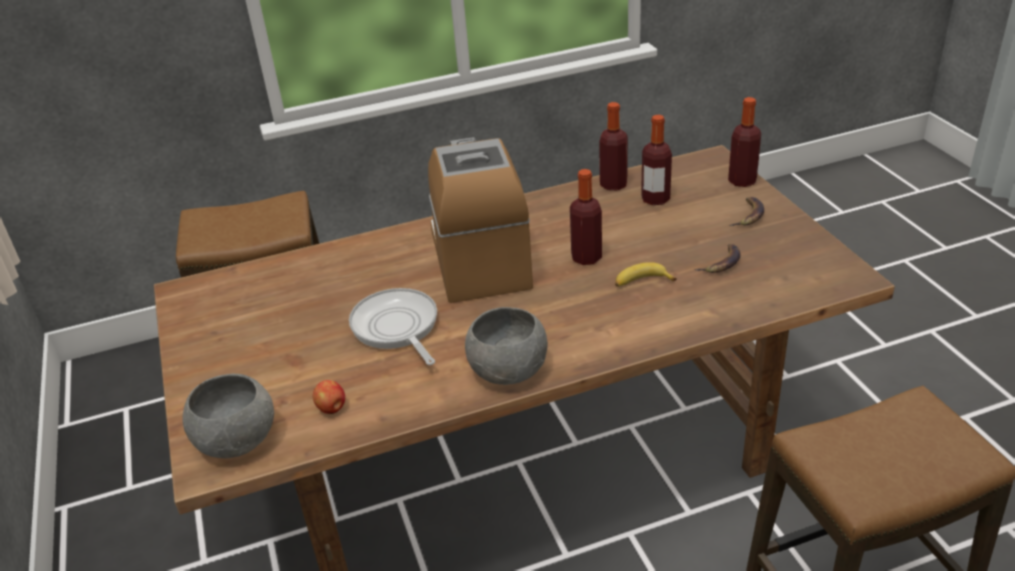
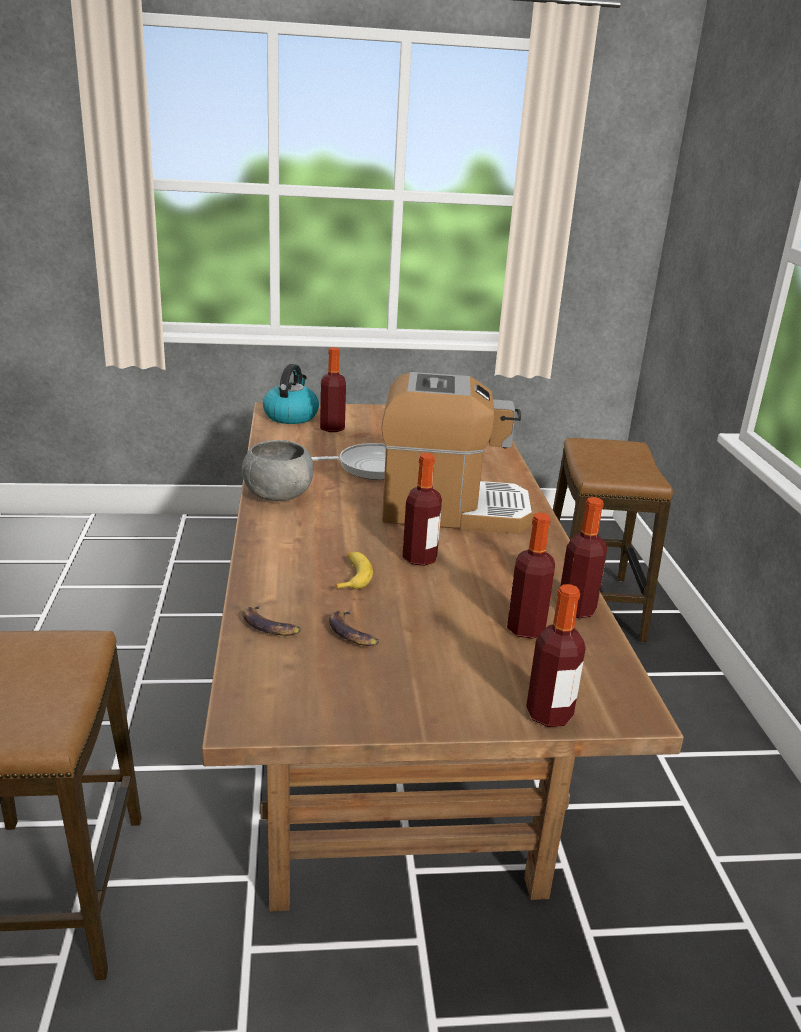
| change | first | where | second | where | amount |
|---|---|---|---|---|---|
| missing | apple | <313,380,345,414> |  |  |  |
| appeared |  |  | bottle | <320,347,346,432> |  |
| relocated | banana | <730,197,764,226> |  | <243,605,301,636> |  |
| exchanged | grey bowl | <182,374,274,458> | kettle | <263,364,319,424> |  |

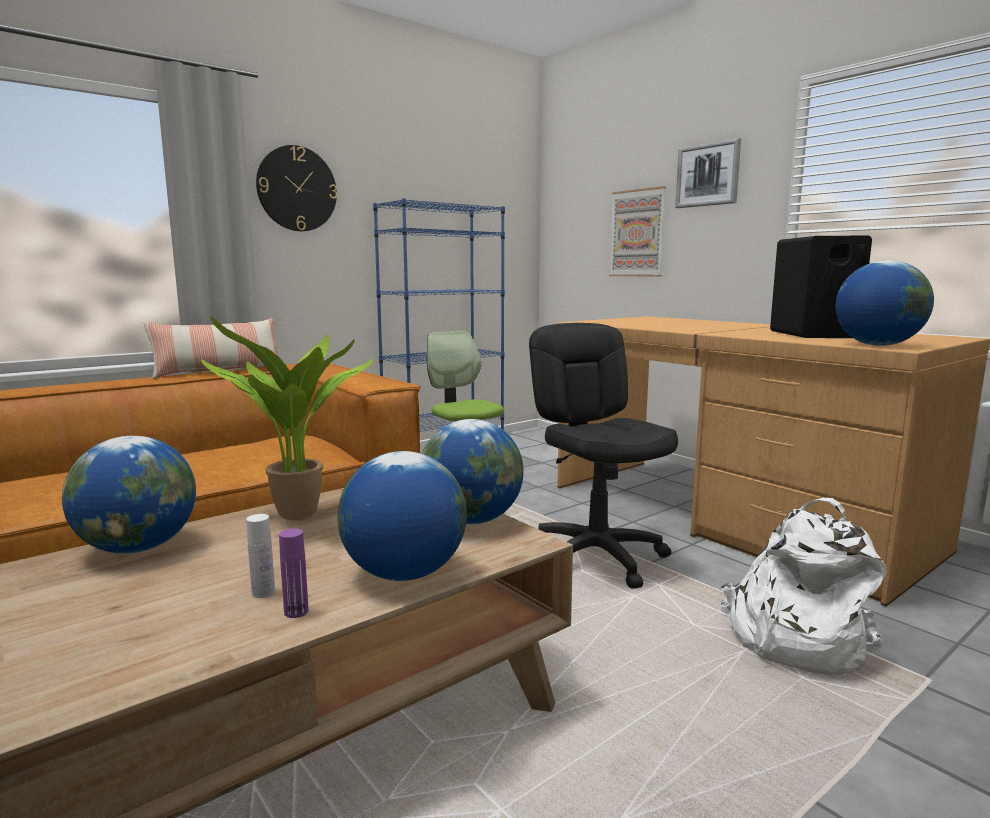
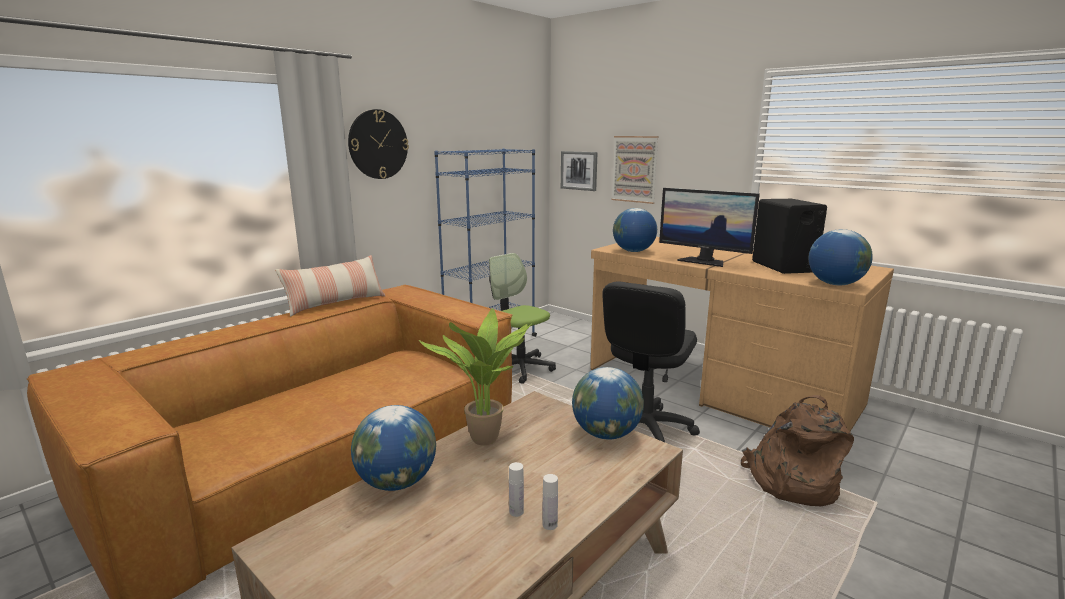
| change | first | where | second | where | amount |
|---|---|---|---|---|---|
| appeared |  |  | monitor | <659,188,760,267> |  |
| relocated | globe | <337,451,467,581> |  | <613,208,657,252> |  |
| relocated | picture | <675,138,741,208> |  | <561,151,597,191> |  |
| colour | purple bottle | <279,528,309,618> | white bottle | <543,474,558,530> |  |
| colour | white backpack | <721,498,887,675> | brown backpack | <741,395,854,506> |  |
| spun | black office chair | <529,323,678,589> |  | <602,282,700,442> | 120 degrees counterclockwise |

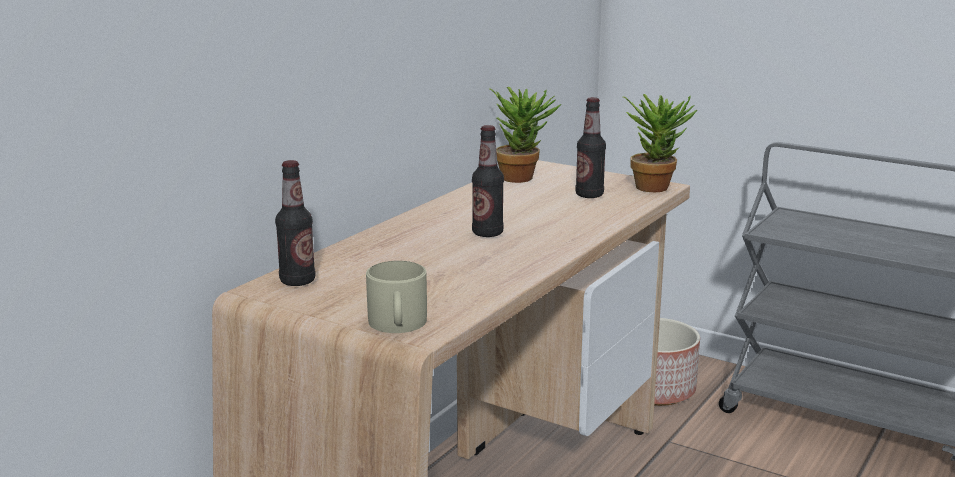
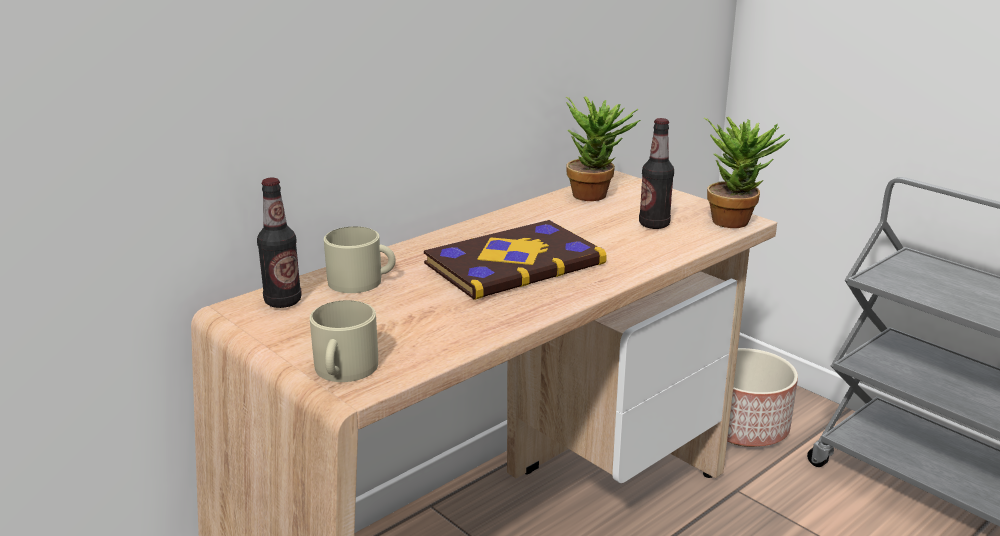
| change | first | where | second | where | amount |
|---|---|---|---|---|---|
| appeared |  |  | beige mug | <324,226,396,293> |  |
| exchanged | bottle | <472,125,504,237> | book | <424,220,607,300> |  |

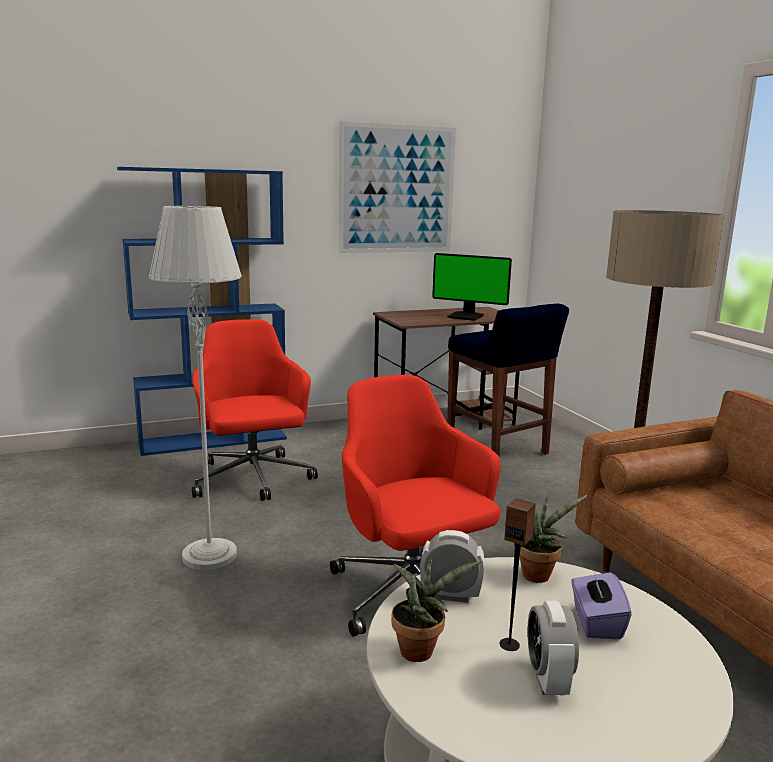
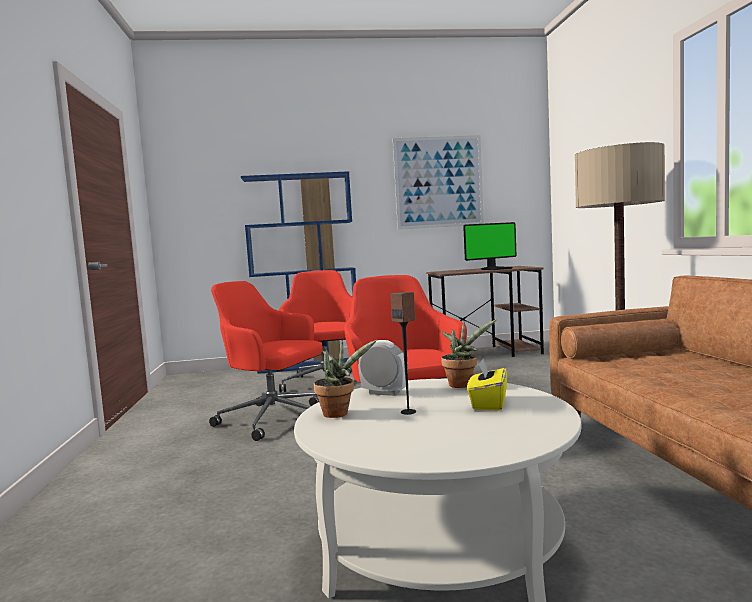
| change | first | where | second | where | amount |
|---|---|---|---|---|---|
| missing | blue stool | <447,304,569,456> |  |  |  |
| missing | alarm clock | <528,601,579,695> |  |  |  |
| exchanged | grey floor lamp | <149,206,242,570> | red office chair | <209,281,323,441> |  |
| colour | purple tissue box | <571,569,632,640> | yellow tissue box | <467,359,507,411> |  |
| spun | monitor | <432,253,512,321> |  | <463,222,517,270> | 60 degrees counterclockwise |

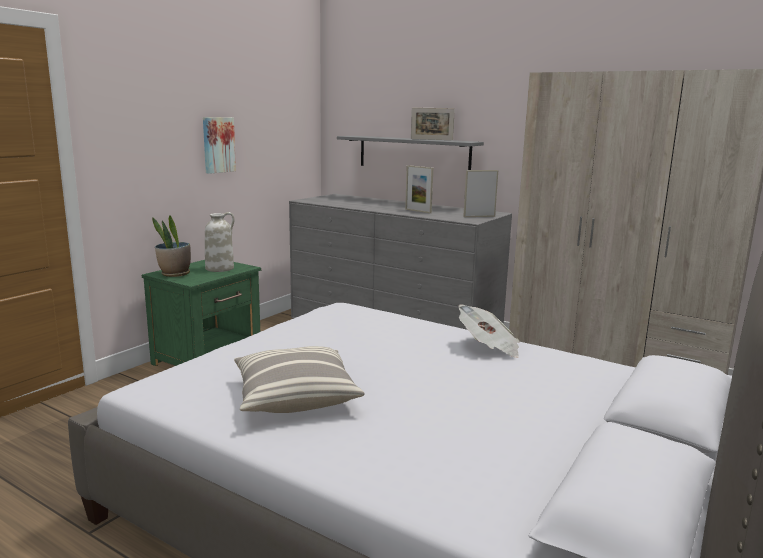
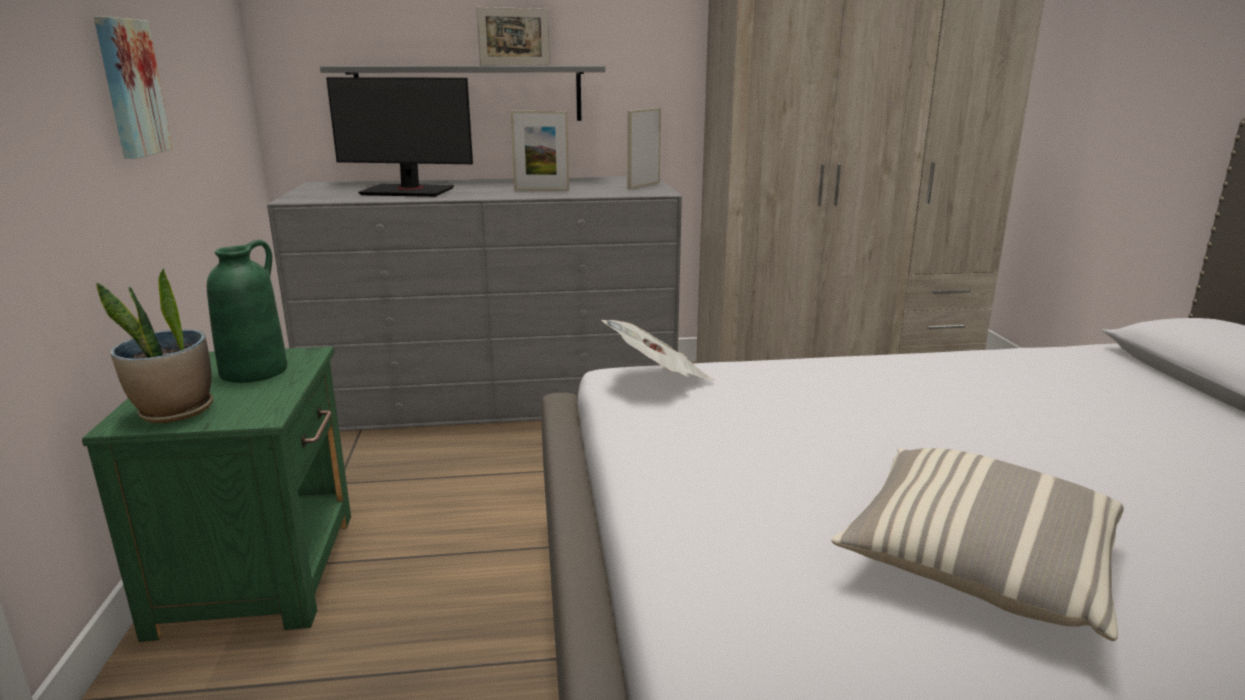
| change | first | where | second | where | amount |
|---|---|---|---|---|---|
| appeared |  |  | monitor | <326,77,473,197> |  |
| relocated | newspaper | <458,304,520,358> |  | <601,320,715,380> |  |
| colour | white vase | <205,212,235,272> | green vase | <207,240,287,383> |  |

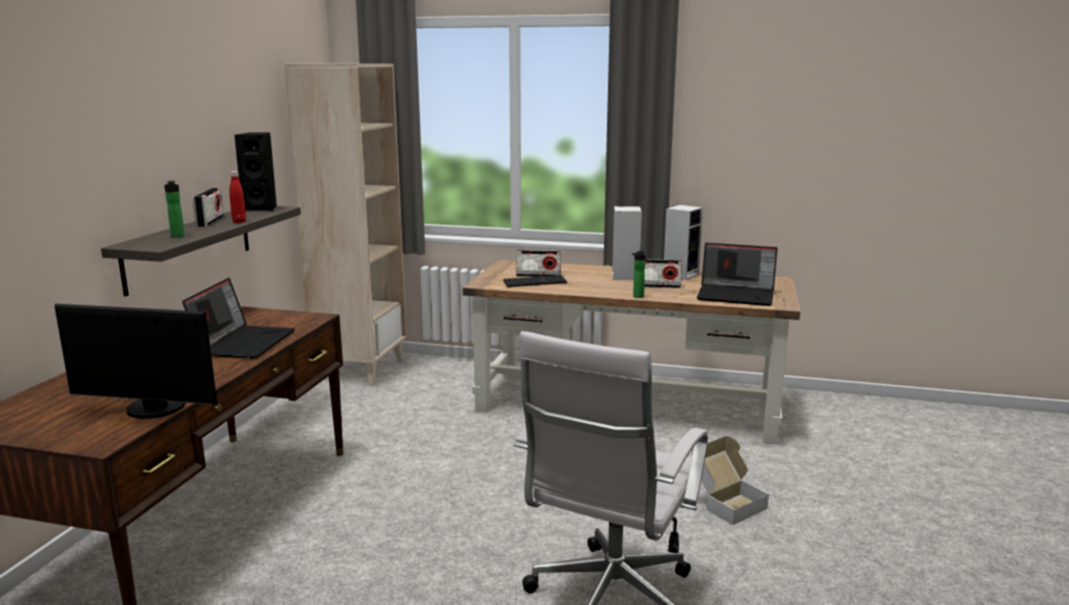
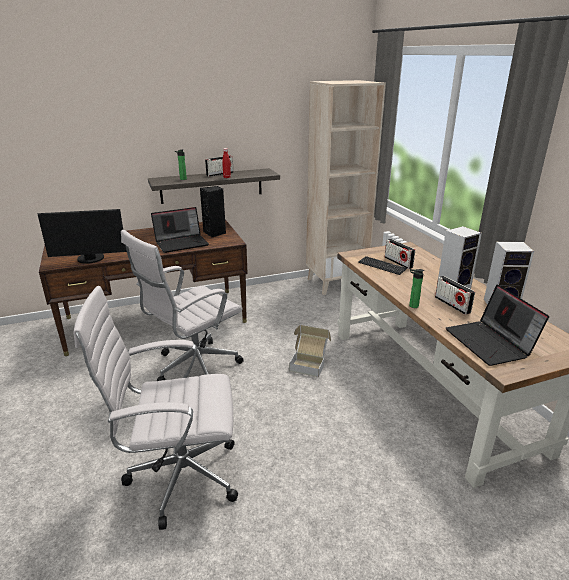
| change | first | where | second | where | amount |
|---|---|---|---|---|---|
| appeared |  |  | white office chair | <121,230,244,381> |  |
| relocated | black speaker | <234,132,277,211> |  | <200,186,226,238> |  |
| relocated | cardboard box | <692,436,769,525> |  | <289,325,331,377> |  |
| spun | monitor | <54,304,217,419> |  | <37,209,127,264> | 75 degrees counterclockwise |

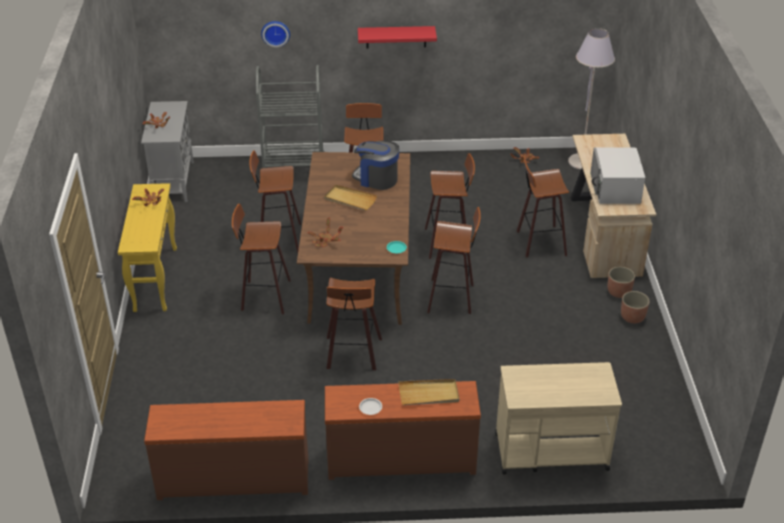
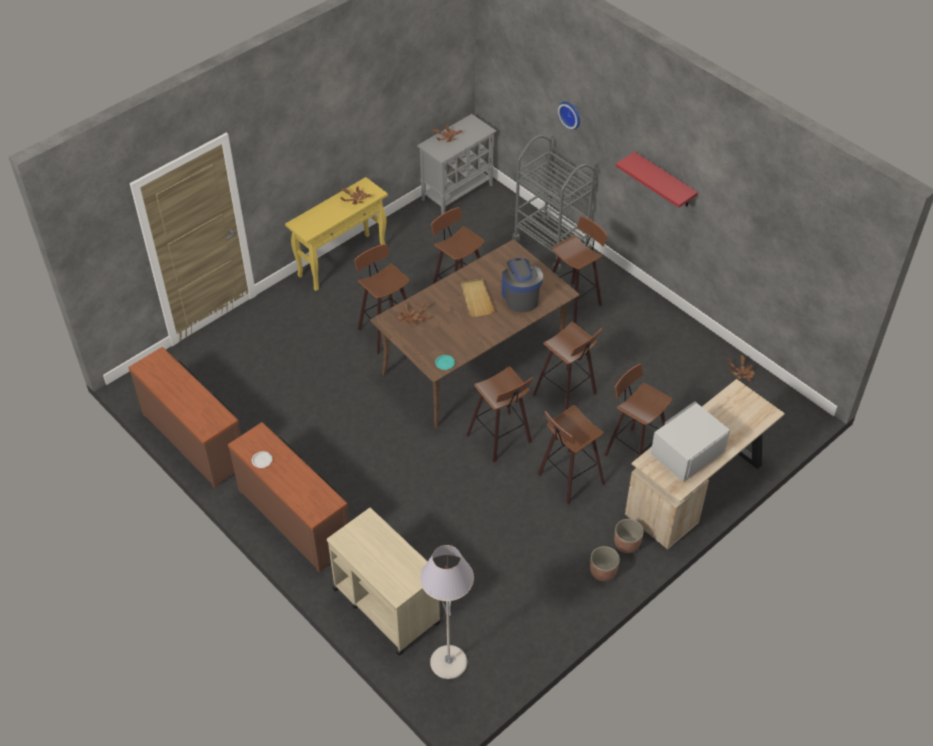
| change | first | where | second | where | amount |
|---|---|---|---|---|---|
| missing | beige tray | <399,379,460,405> |  |  |  |
| relocated | stool | <327,278,382,370> |  | <537,405,605,505> |  |
| relocated | grey floor lamp | <568,28,615,170> |  | <420,545,474,679> |  |

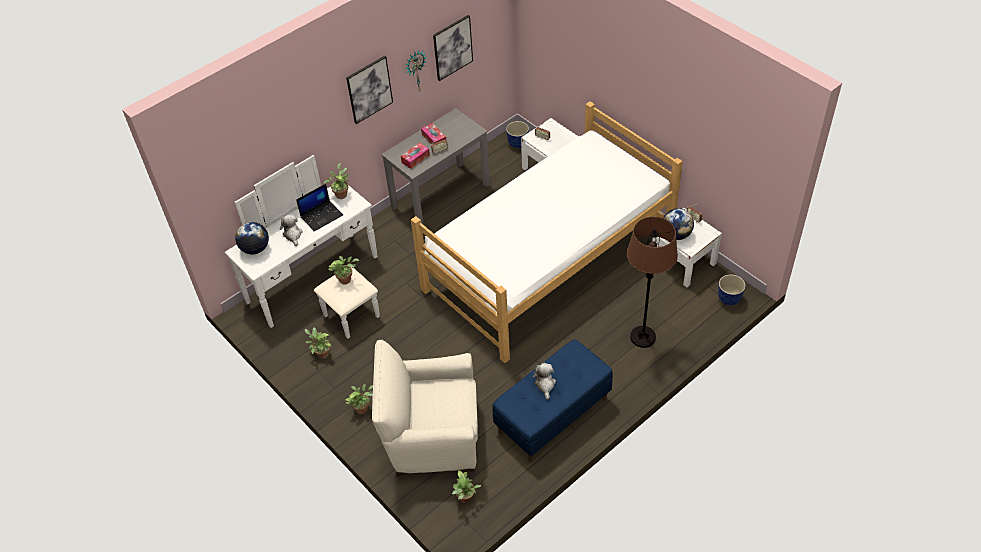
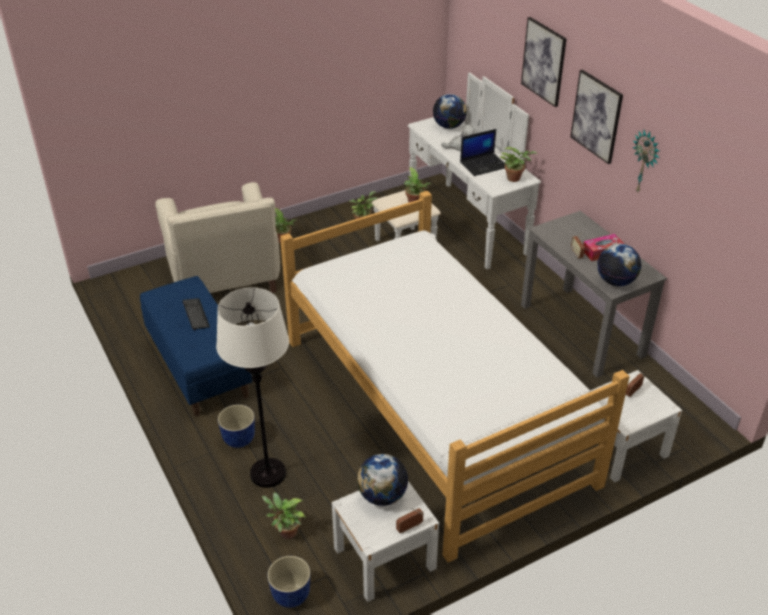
| change | first | where | second | where | amount |
|---|---|---|---|---|---|
| missing | tissue box | <401,143,430,169> |  |  |  |
| appeared |  |  | globe | <597,244,641,286> |  |
| relocated | picture | <433,15,473,81> |  | <521,17,567,107> |  |
| relocated | potted plant | <452,469,481,503> |  | <262,492,306,539> |  |
| relocated | planter | <506,121,529,148> |  | <218,405,255,448> |  |
| exchanged | plush toy | <533,363,556,400> | keyboard | <182,298,210,330> |  |
| colour | brown floor lamp | <627,217,678,348> | white floor lamp | <216,287,289,488> |  |
| spun | laptop | <296,184,343,231> |  | <460,129,505,176> | 90 degrees counterclockwise |
| spun | beige armchair | <372,339,478,477> |  | <155,182,280,293> | 150 degrees clockwise |

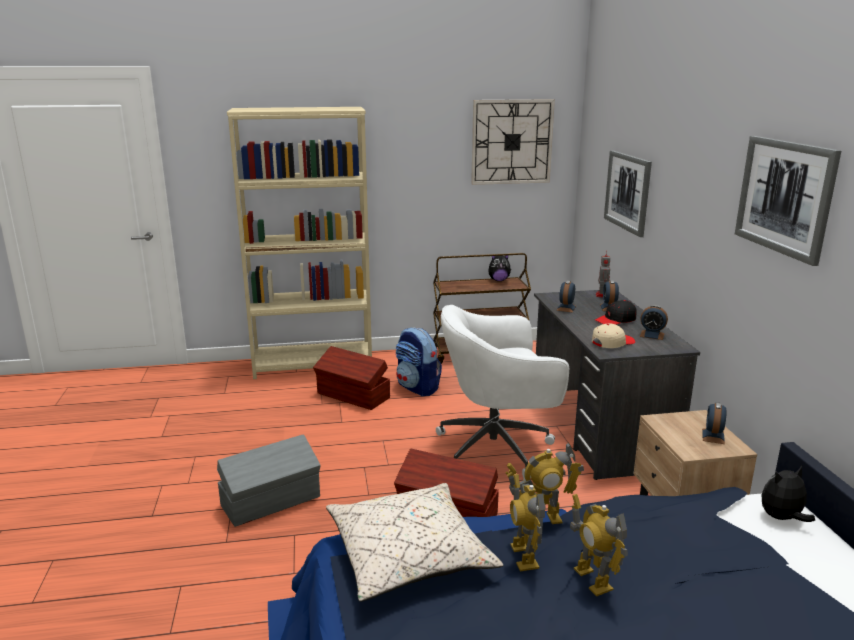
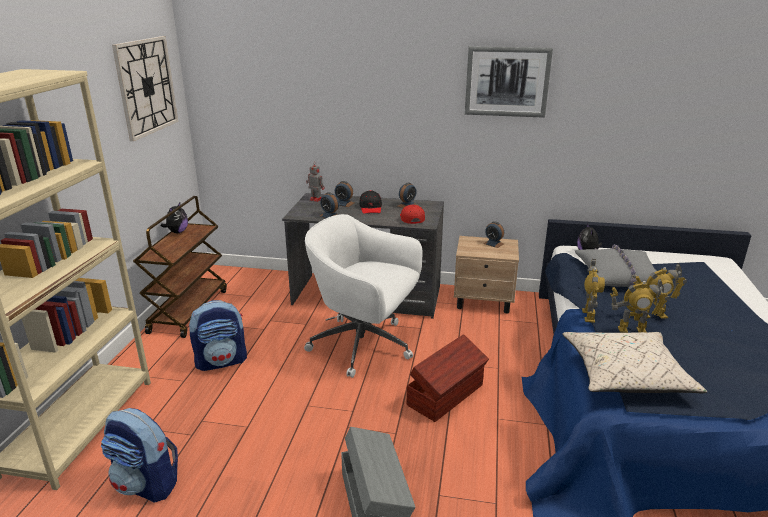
| change | first | where | second | where | amount |
|---|---|---|---|---|---|
| missing | brown storage box | <313,346,390,410> |  |  |  |
| missing | picture | <604,150,652,237> |  |  |  |
| appeared |  |  | backpack | <101,408,178,503> |  |
| appeared |  |  | grey pillow | <575,244,657,287> |  |
| colour | beige cap | <592,323,635,348> | red cap | <400,205,425,224> |  |
| spun | white office chair | <436,305,569,479> |  | <304,214,422,378> | 105 degrees clockwise |

